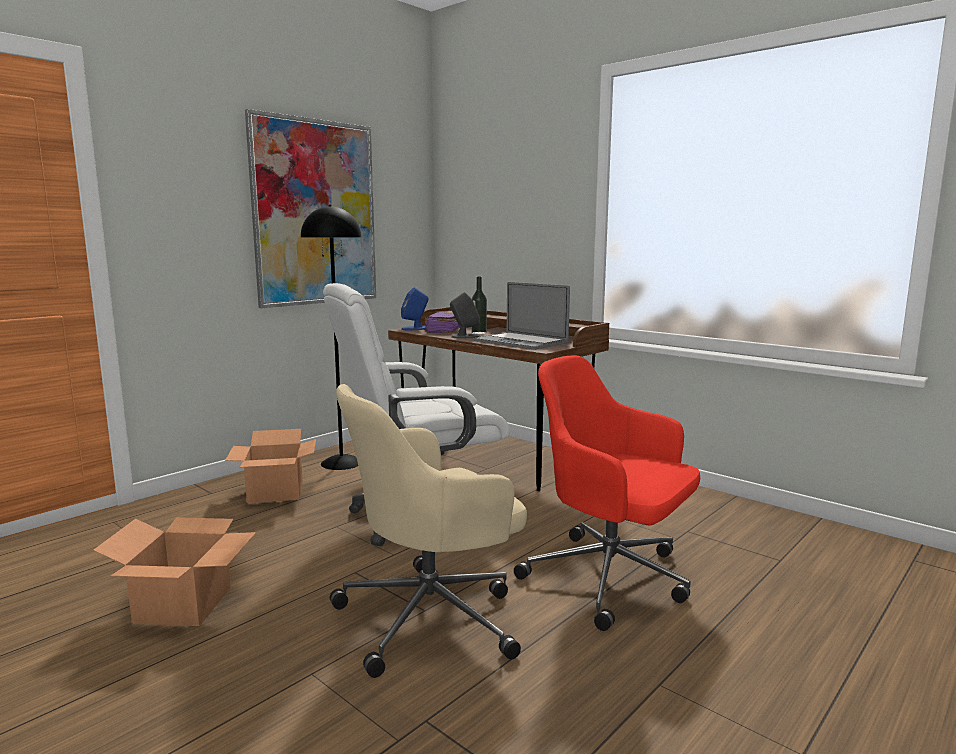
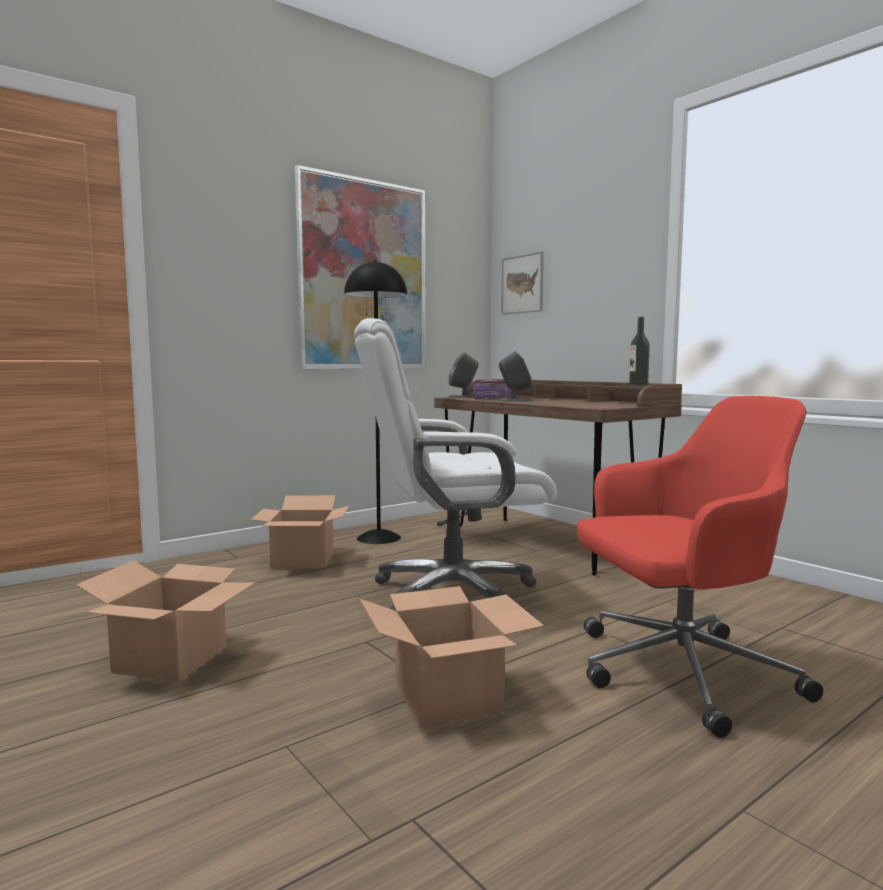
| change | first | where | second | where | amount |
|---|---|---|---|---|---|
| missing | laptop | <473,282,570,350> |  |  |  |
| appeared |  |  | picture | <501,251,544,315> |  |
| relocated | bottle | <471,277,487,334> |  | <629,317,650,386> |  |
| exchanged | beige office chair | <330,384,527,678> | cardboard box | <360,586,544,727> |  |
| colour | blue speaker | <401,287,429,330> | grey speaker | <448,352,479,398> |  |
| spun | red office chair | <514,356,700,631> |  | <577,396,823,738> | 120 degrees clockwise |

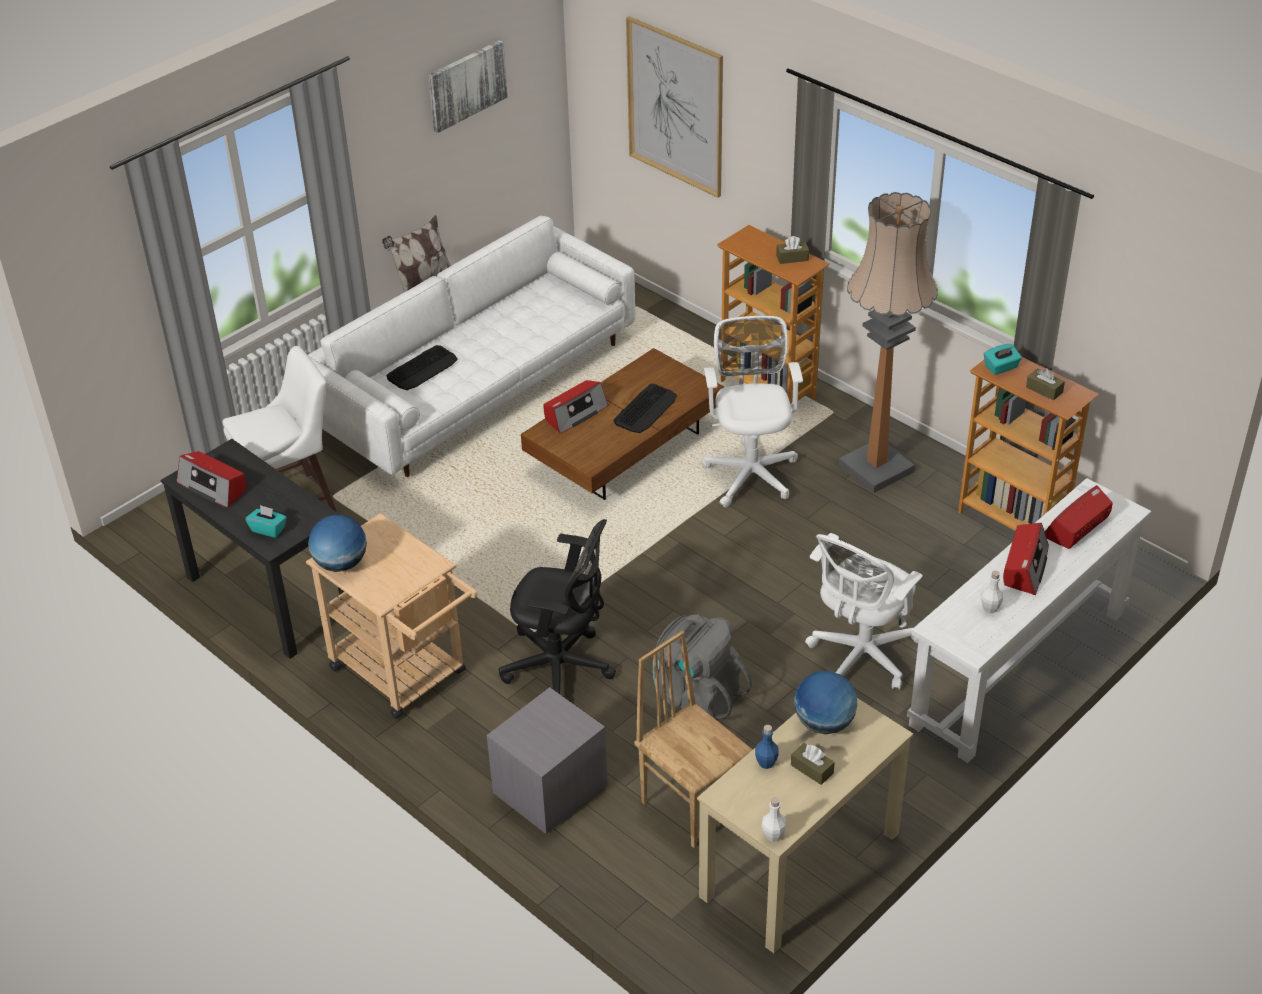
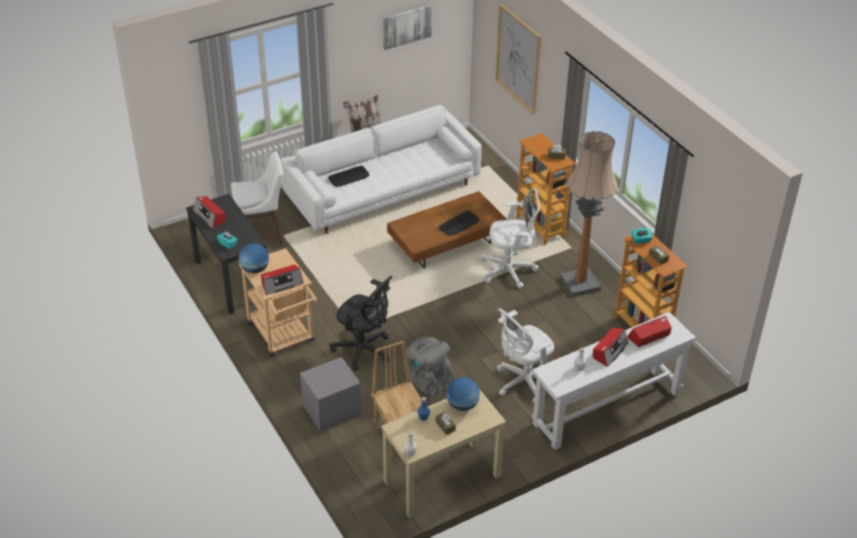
| change | first | where | second | where | amount |
|---|---|---|---|---|---|
| relocated | radio | <543,380,608,434> |  | <261,265,304,295> |  |
| spun | white office chair | <701,316,803,508> |  | <479,188,540,289> | 75 degrees clockwise |

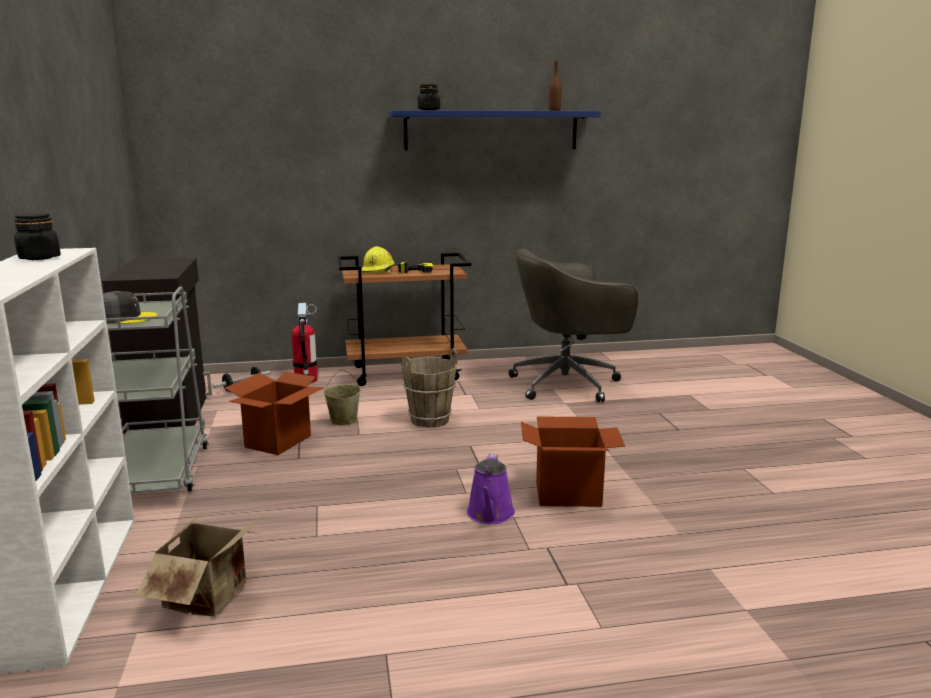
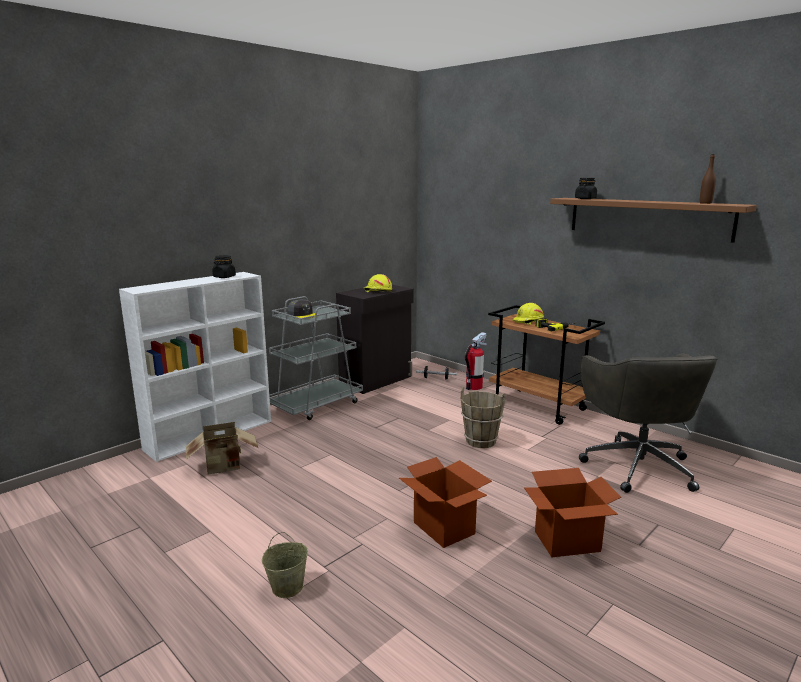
| change | first | where | second | where | amount |
|---|---|---|---|---|---|
| missing | purple watering can | <467,454,515,524> |  |  |  |
| appeared |  |  | yellow hard hat | <364,274,392,292> |  |
| relocated | cardboard box | <224,372,324,455> |  | <524,468,621,557> |  |
| relocated | beige bucket | <324,370,361,426> |  | <262,532,308,598> |  |
| colour | blue shelf | <389,110,601,150> | brown shelf | <550,198,757,243> |  |
| spun | grey office chair | <508,249,638,402> |  | <579,353,718,493> | 135 degrees counterclockwise |

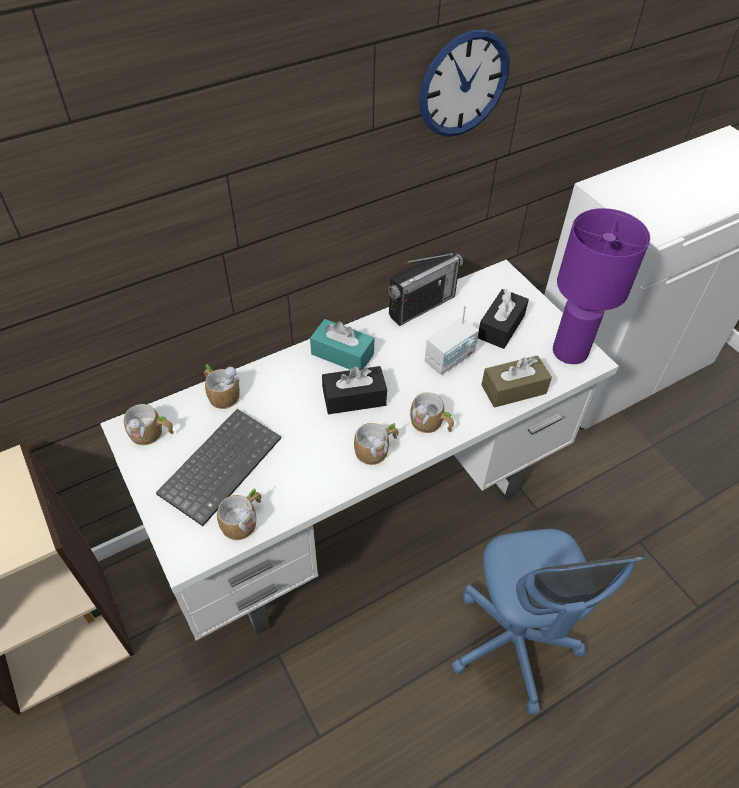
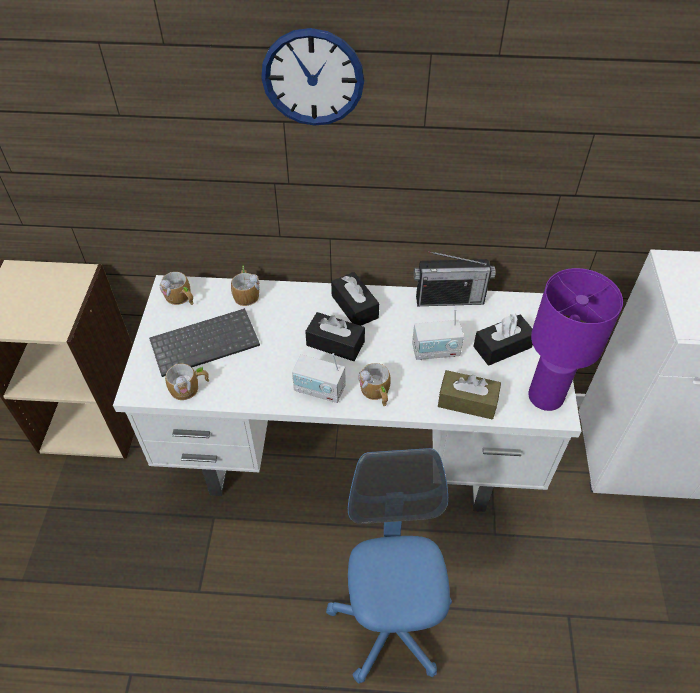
| change | first | where | second | where | amount |
|---|---|---|---|---|---|
| relocated | wall clock | <419,29,510,137> |  | <261,28,364,126> |  |
| exchanged | mug | <354,423,399,465> | radio | <292,353,345,403> |  |
| colour | turquoise tissue box | <310,319,374,370> | black tissue box | <331,272,379,326> |  |
| spun | blue office chair | <452,529,645,714> |  | <326,448,452,683> | 150 degrees clockwise |

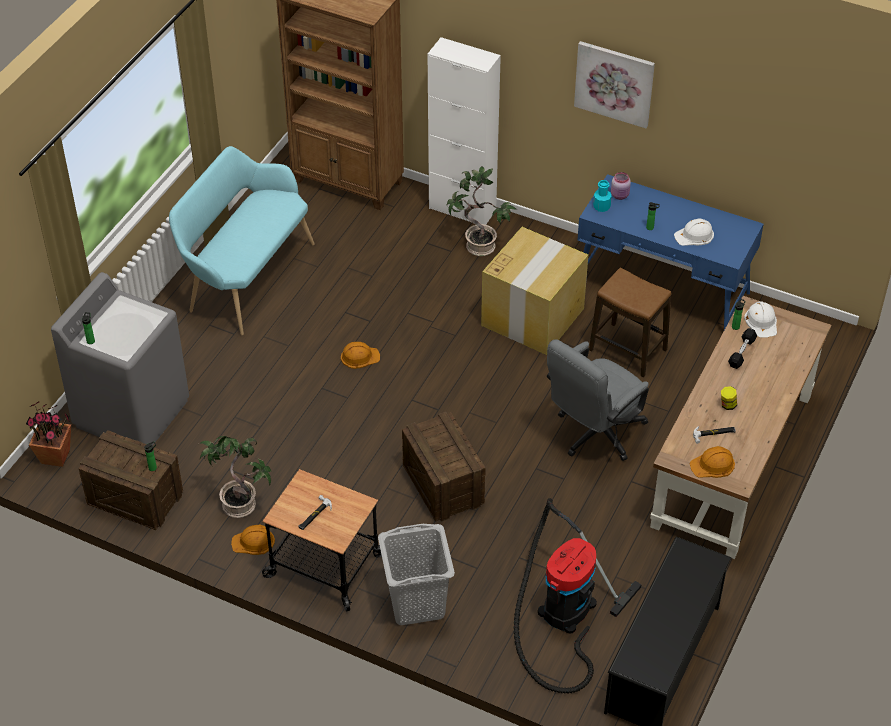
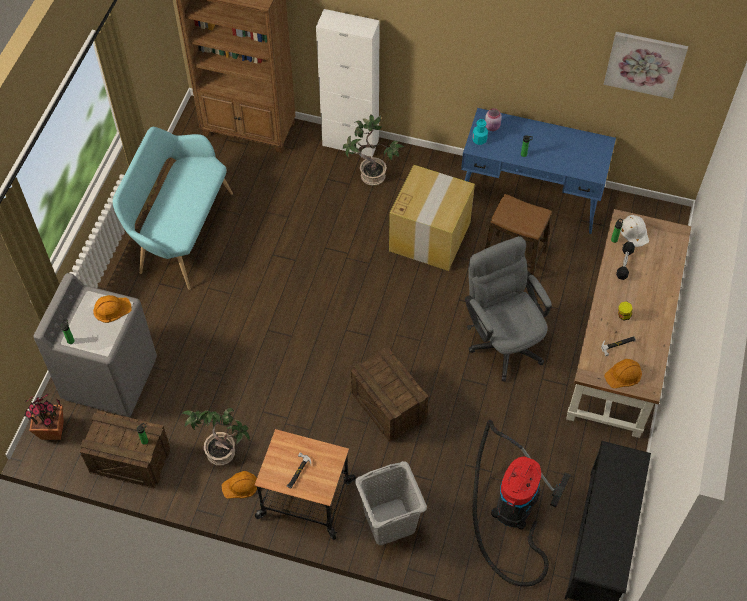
| change | first | where | second | where | amount |
|---|---|---|---|---|---|
| missing | white hard hat | <674,218,714,246> |  |  |  |
| relocated | orange hard hat | <341,342,380,369> |  | <93,295,132,323> |  |
| relocated | picture | <574,41,655,128> |  | <603,32,688,99> |  |
| spun | grey office chair | <547,339,649,461> |  | <465,236,552,382> | 120 degrees clockwise |

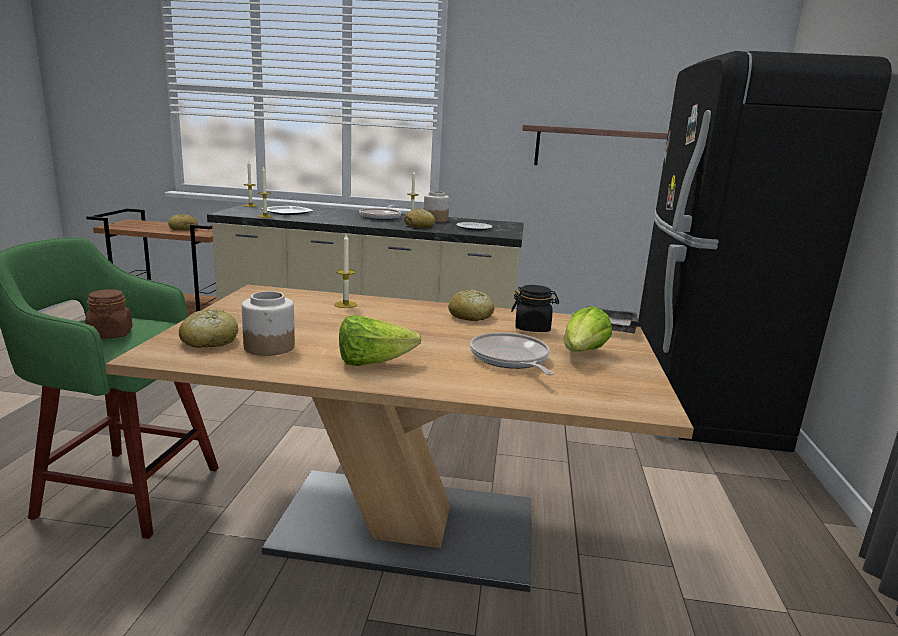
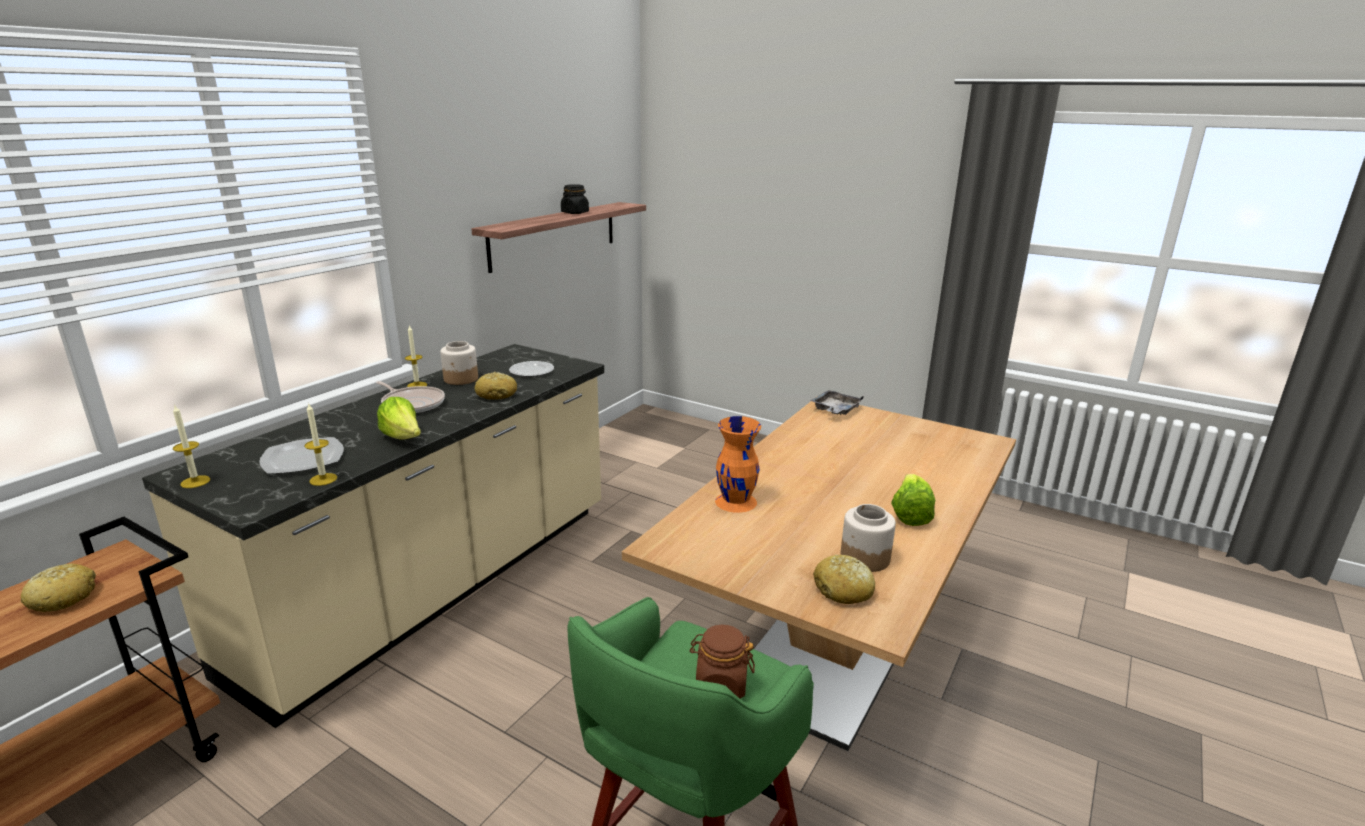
| change | first | where | second | where | amount |
|---|---|---|---|---|---|
| missing | bread | <448,290,495,321> |  |  |  |
| missing | frying pan | <470,332,554,375> |  |  |  |
| missing | black fridge | <638,51,892,452> |  |  |  |
| relocated | black jar | <511,285,559,332> |  | <561,184,589,214> |  |
| relocated | lettuce | <564,306,612,352> |  | <377,397,421,439> |  |
| exchanged | candle | <335,234,357,308> | orange vase | <715,416,761,513> |  |

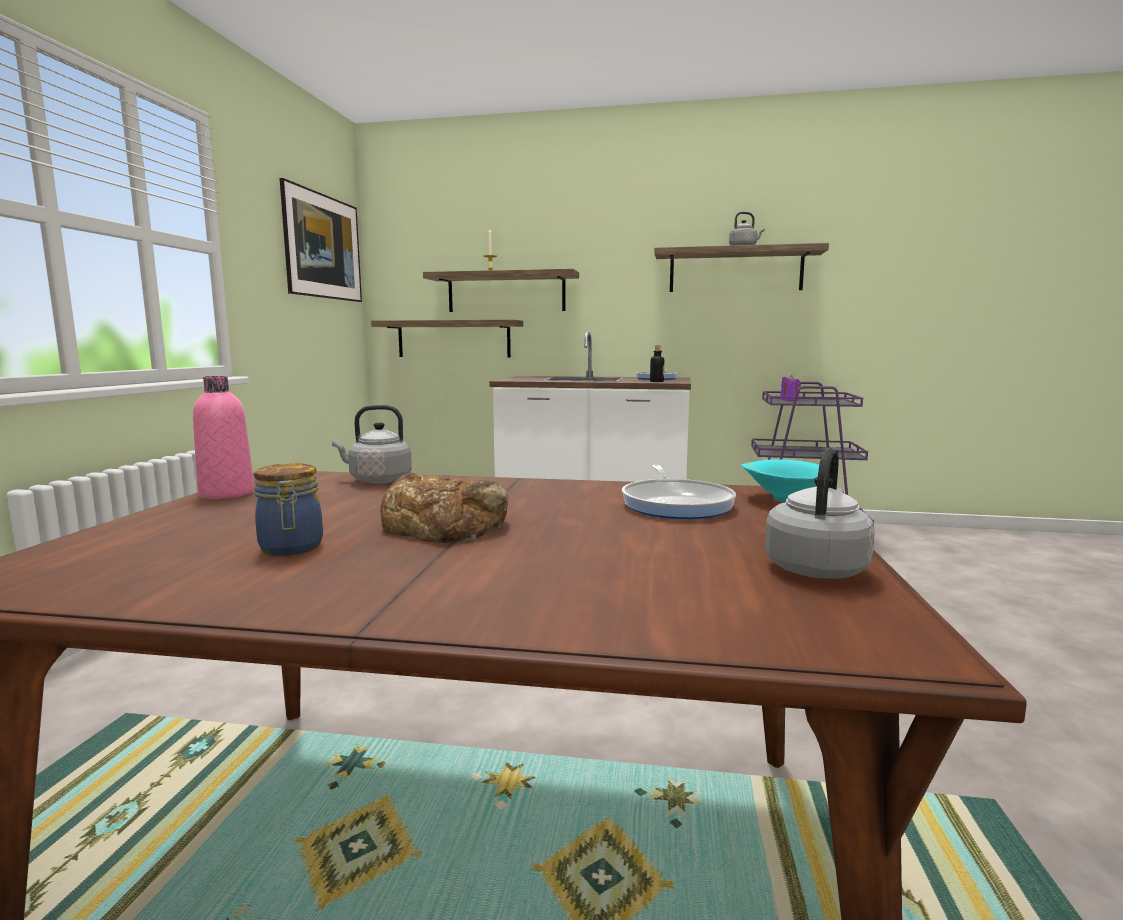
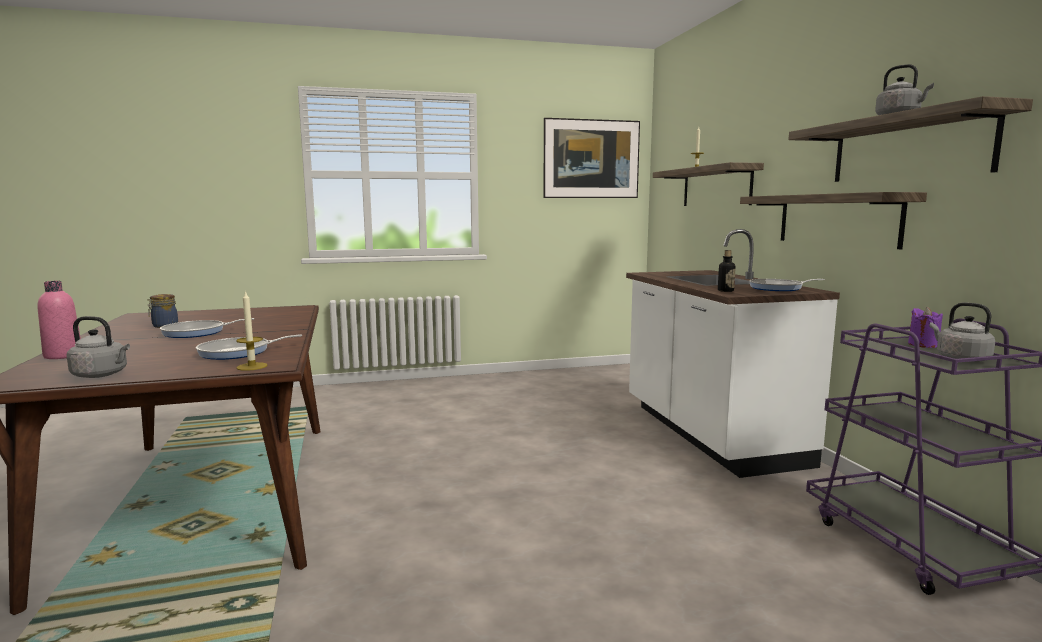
| change | first | where | second | where | amount |
|---|---|---|---|---|---|
| relocated | pink bottle | <193,376,254,499> |  | <37,281,81,359> |  |
| relocated | grey kettle | <332,405,412,483> |  | <930,303,995,362> |  |
| relocated | shelf | <371,320,523,358> |  | <740,192,927,249> |  |
| exchanged | bread | <380,472,508,543> | frying pan | <160,318,254,338> |  |
| exchanged | turquoise bowl | <741,459,819,502> | candle | <236,290,267,371> |  |

